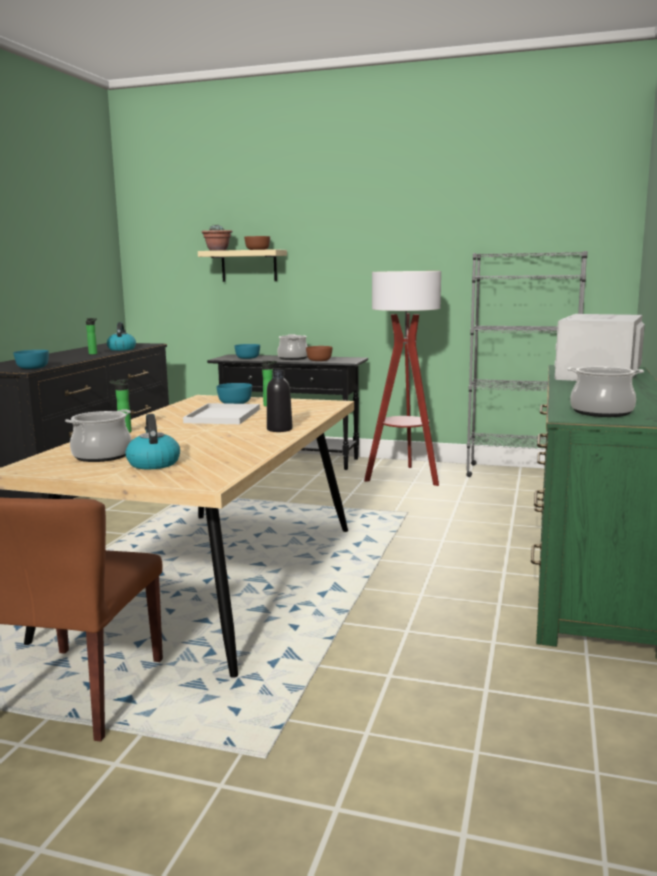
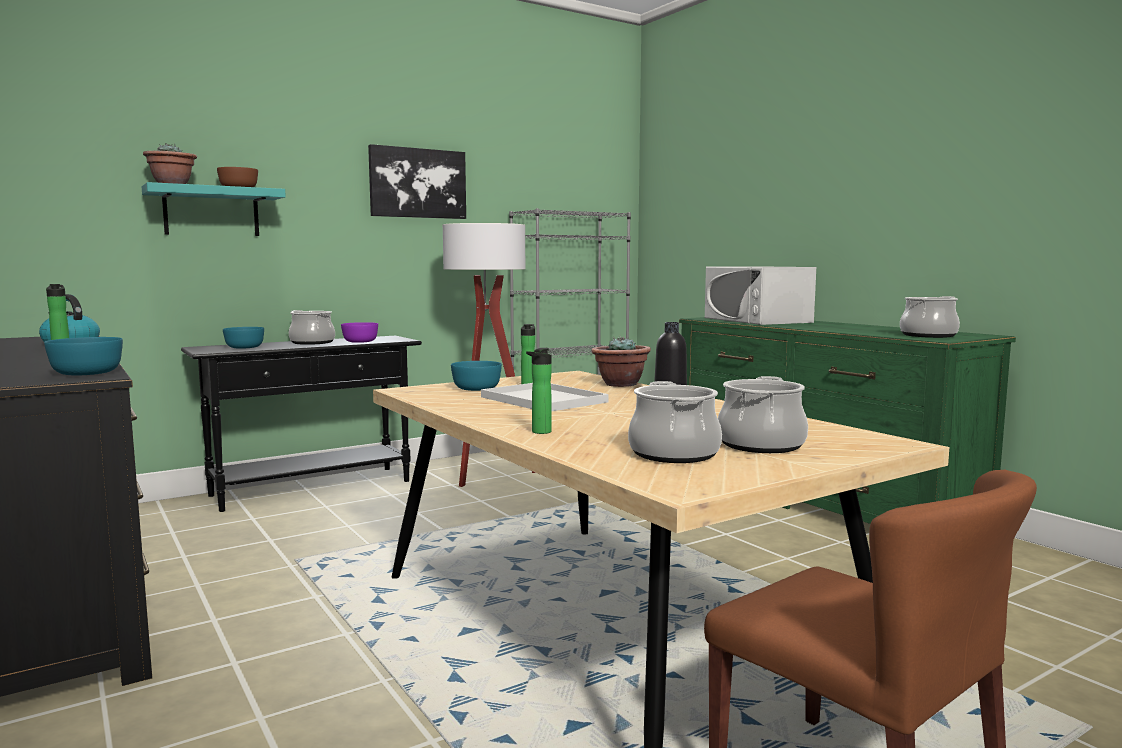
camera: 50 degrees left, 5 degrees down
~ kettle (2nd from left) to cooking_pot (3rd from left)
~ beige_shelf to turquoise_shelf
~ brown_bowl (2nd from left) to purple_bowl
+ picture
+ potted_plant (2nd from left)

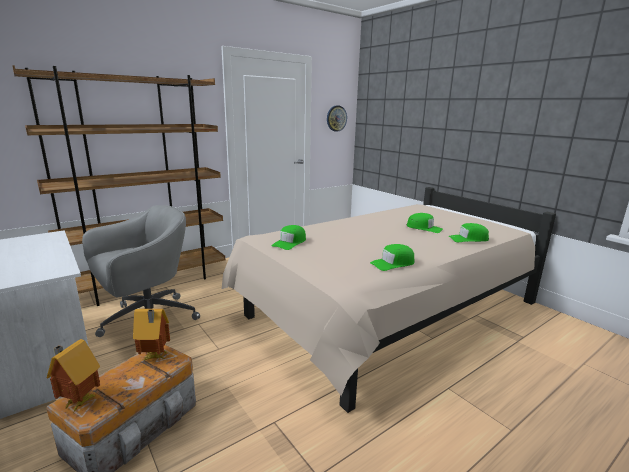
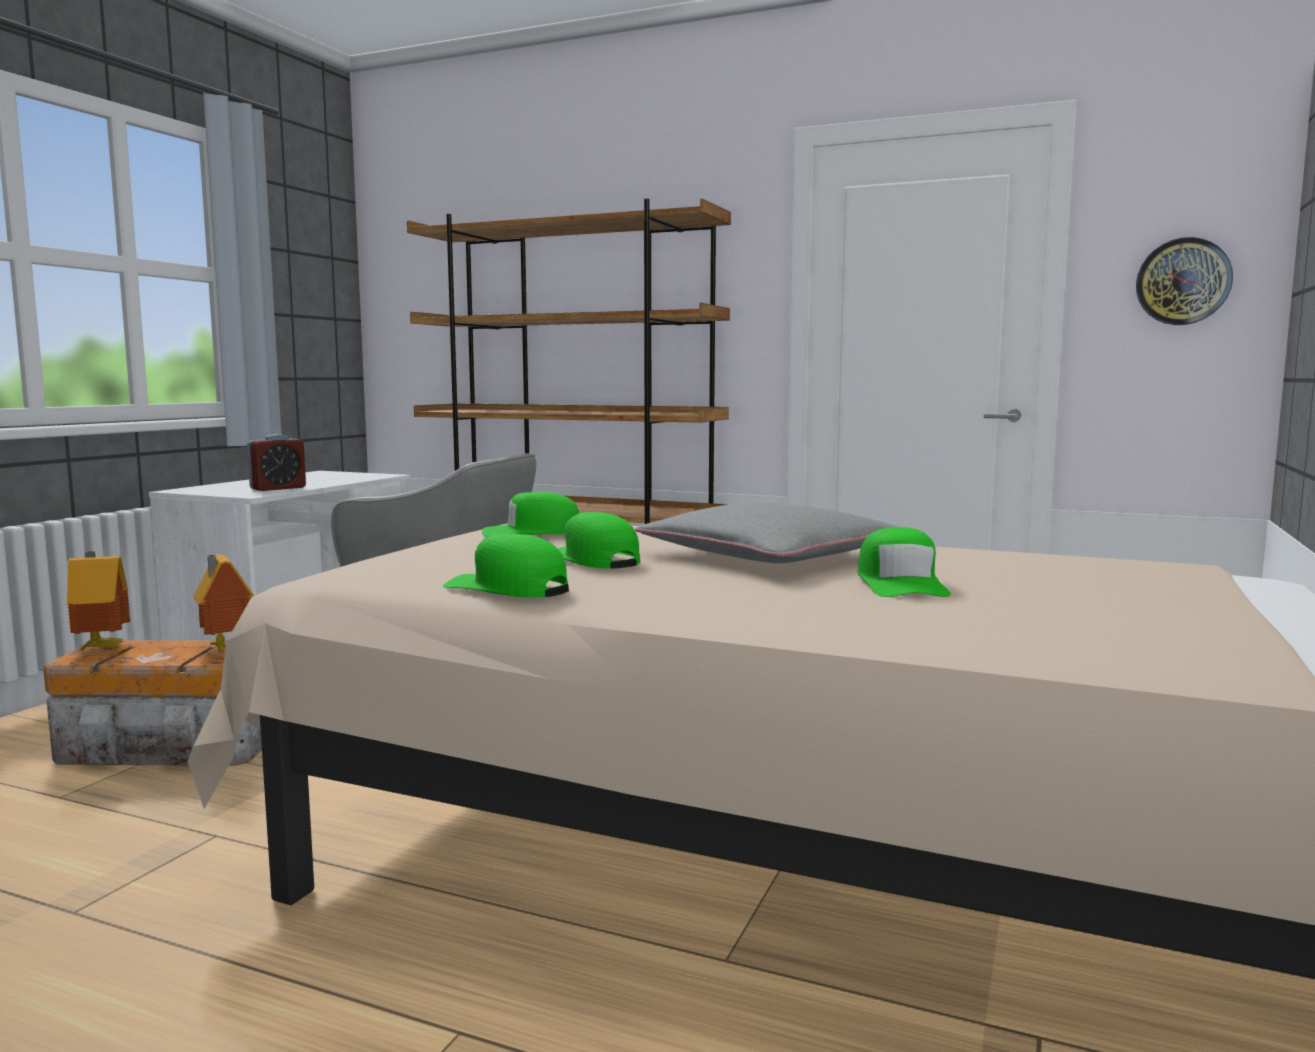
camera: 60 degrees right, 10 degrees down
~ green_cap (4th from left in the first image) to green_cap (3rd from left)
+ alarm_clock
+ grey_pillow

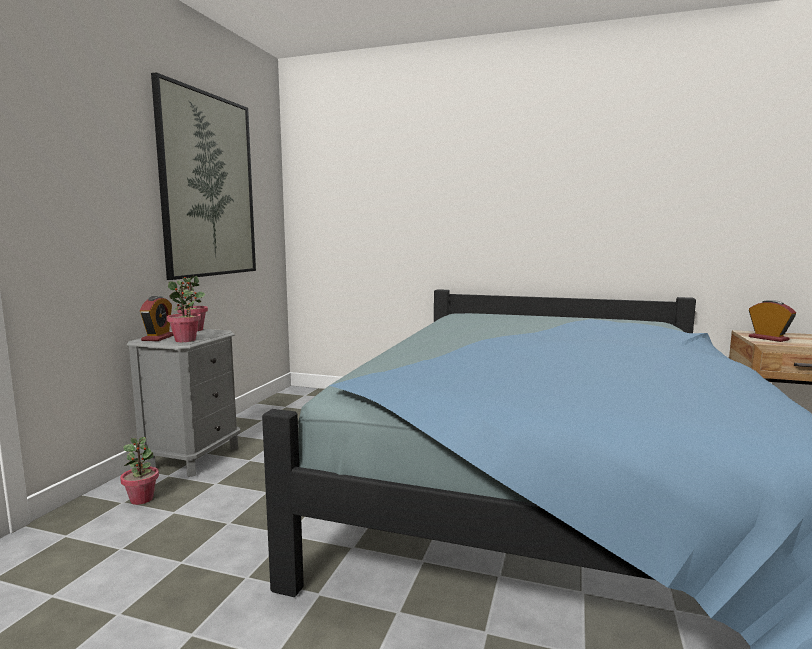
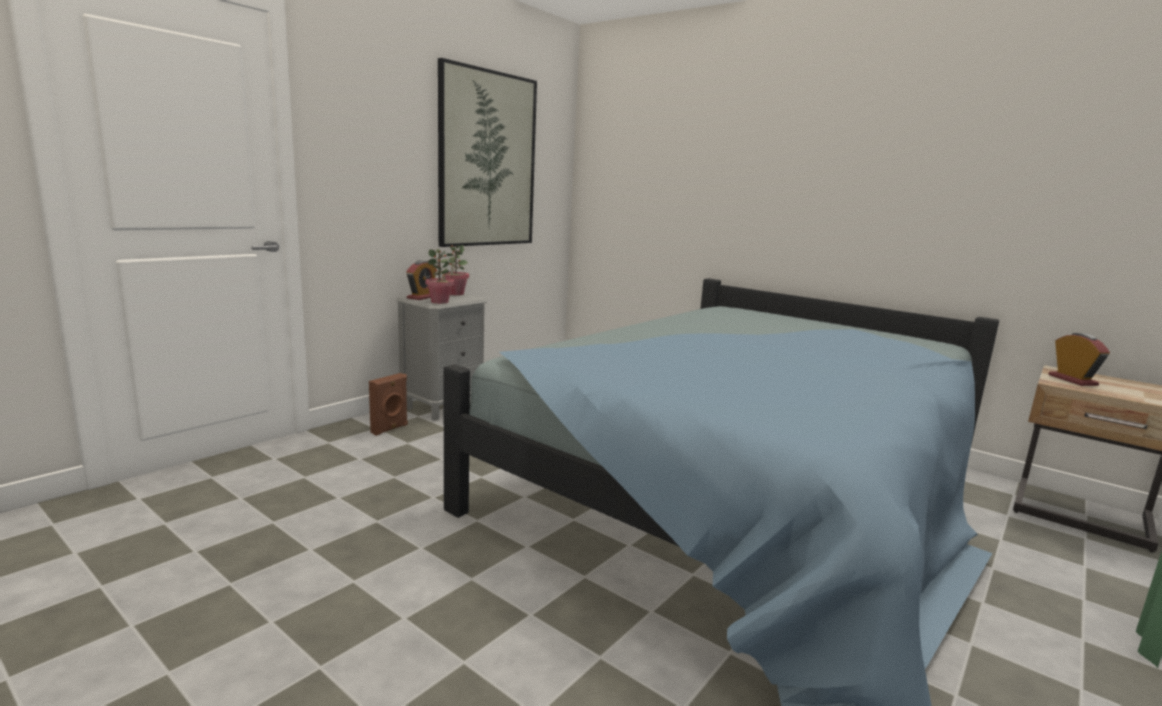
camera: 20 degrees right, 5 degrees up
~ potted_plant (1st from left) to brown_speaker

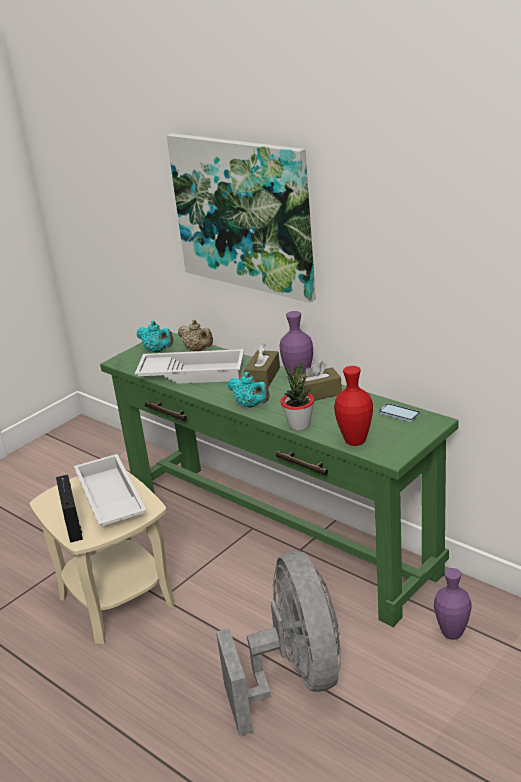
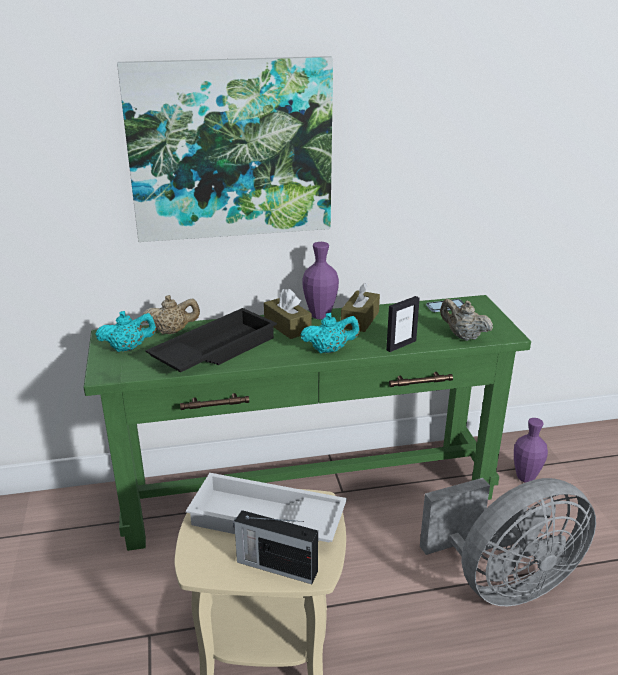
camera: 55 degrees left, 0 degrees up
~ white_tray (2nd from left) to black_tray
~ grey_fan 135 degrees clockwise
~ potted_plant to picture_frame
~ red_vase to beige_teapot (2nd from left)

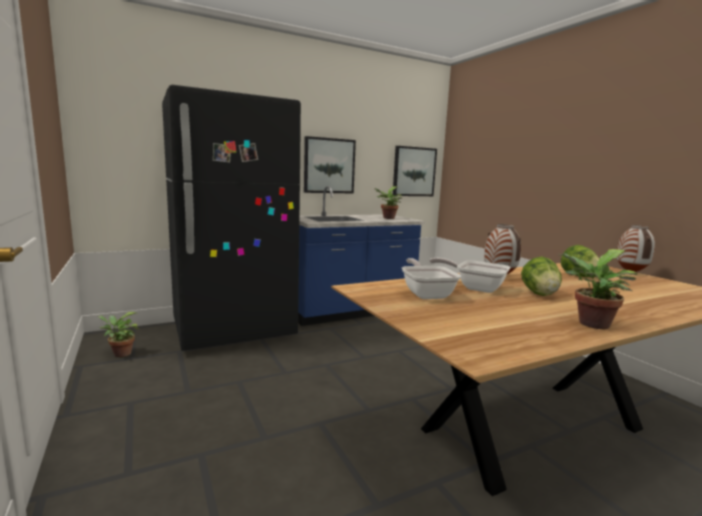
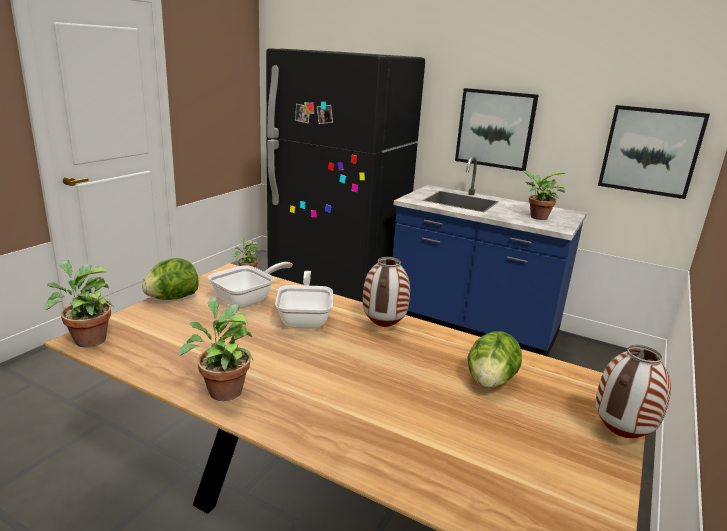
camera: 55 degrees right, 10 degrees up
~ lettuce (1st from left)
+ potted_plant (1st from left)

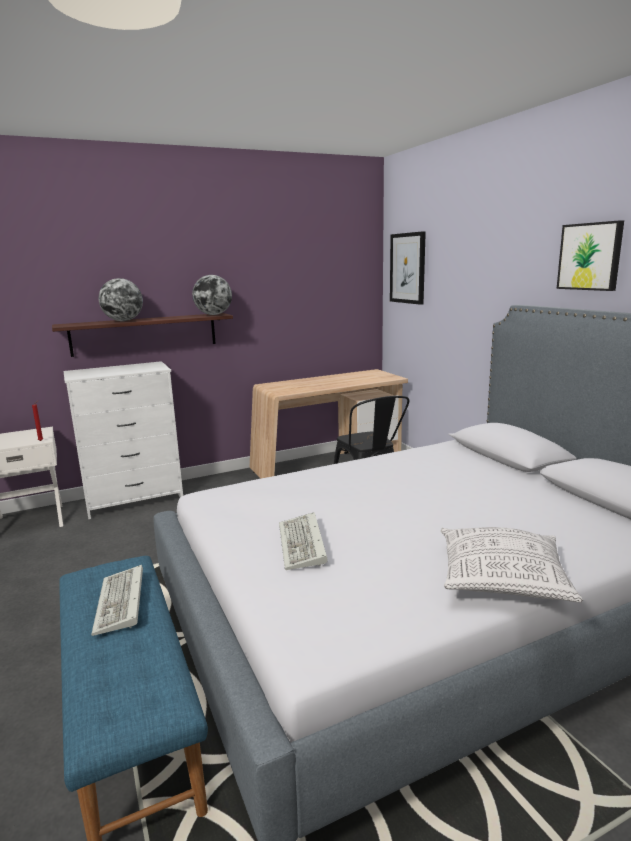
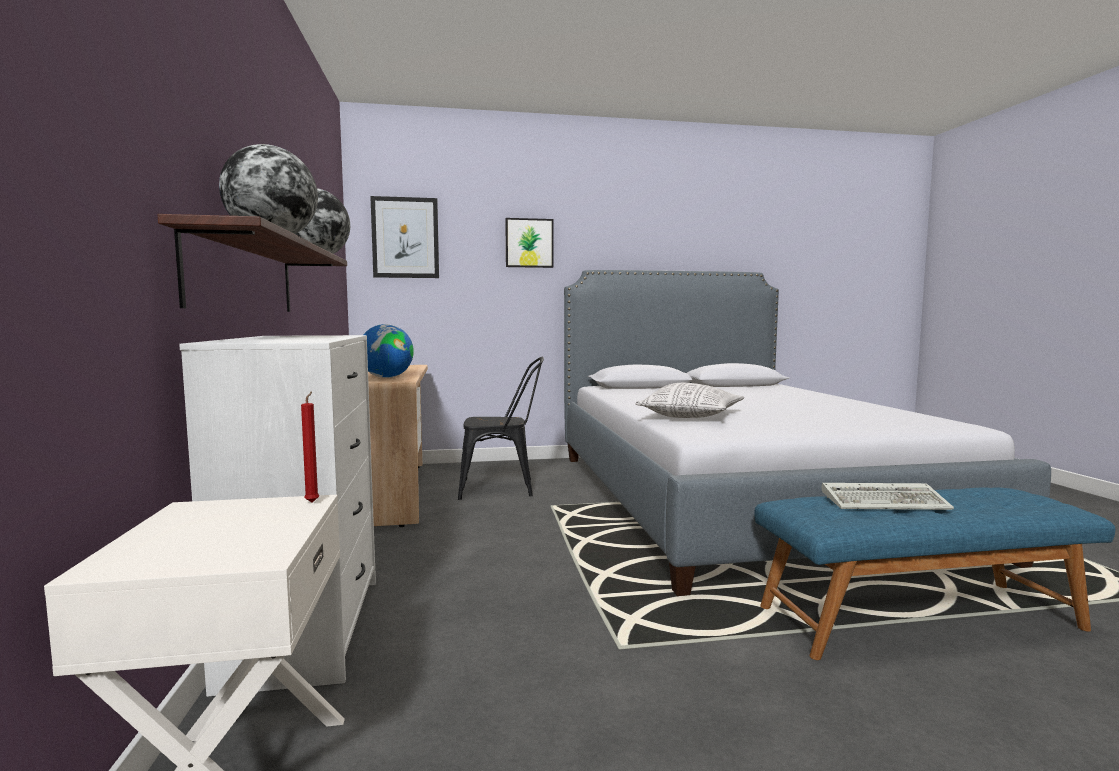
camera: 75 degrees left, 10 degrees down
- keyboard (2nd from left)
~ pillow
~ picture (2nd from left)
+ globe (3rd from left)

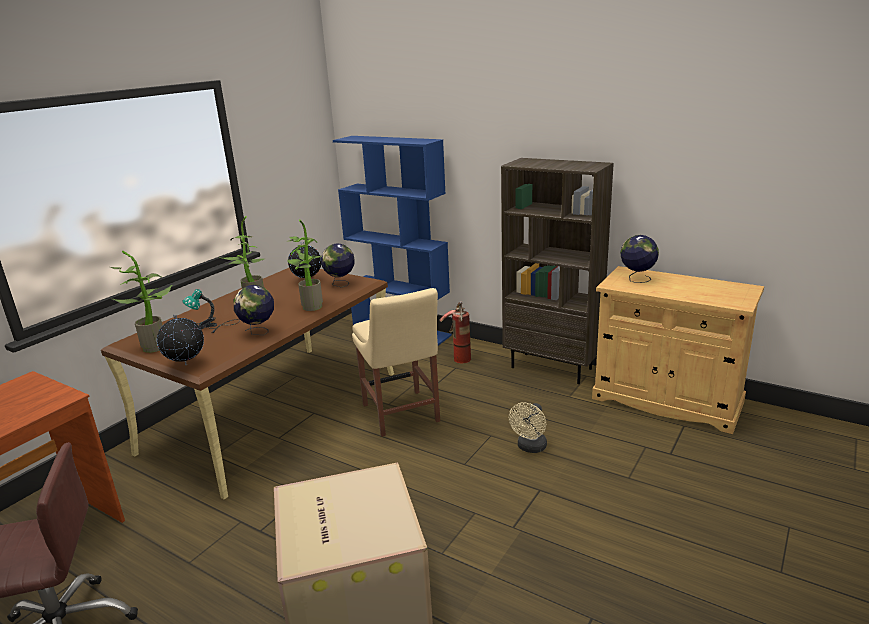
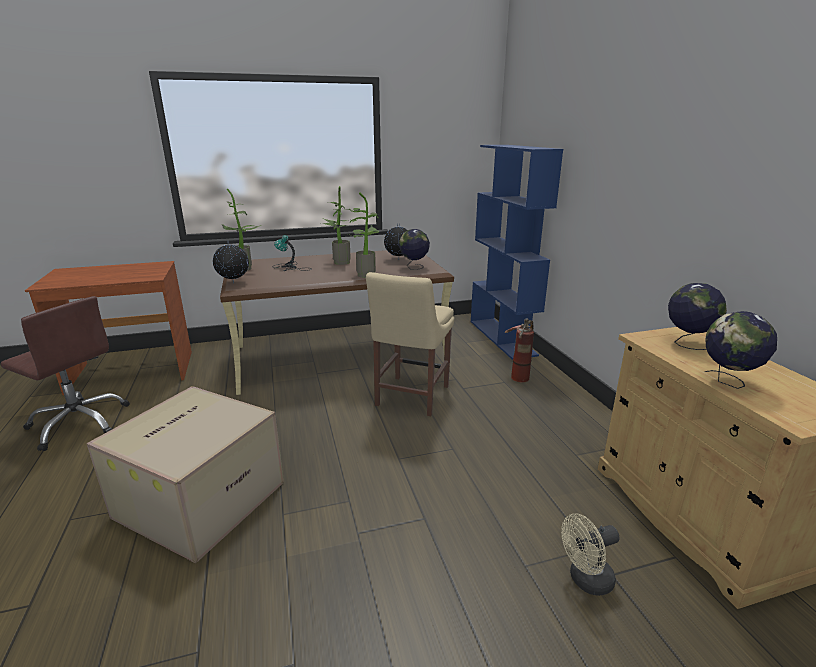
camera: 40 degrees right, 0 degrees up
~ globe (2nd from left in the first image) to globe (5th from left)
- brown_bookcase
~ beige_fan

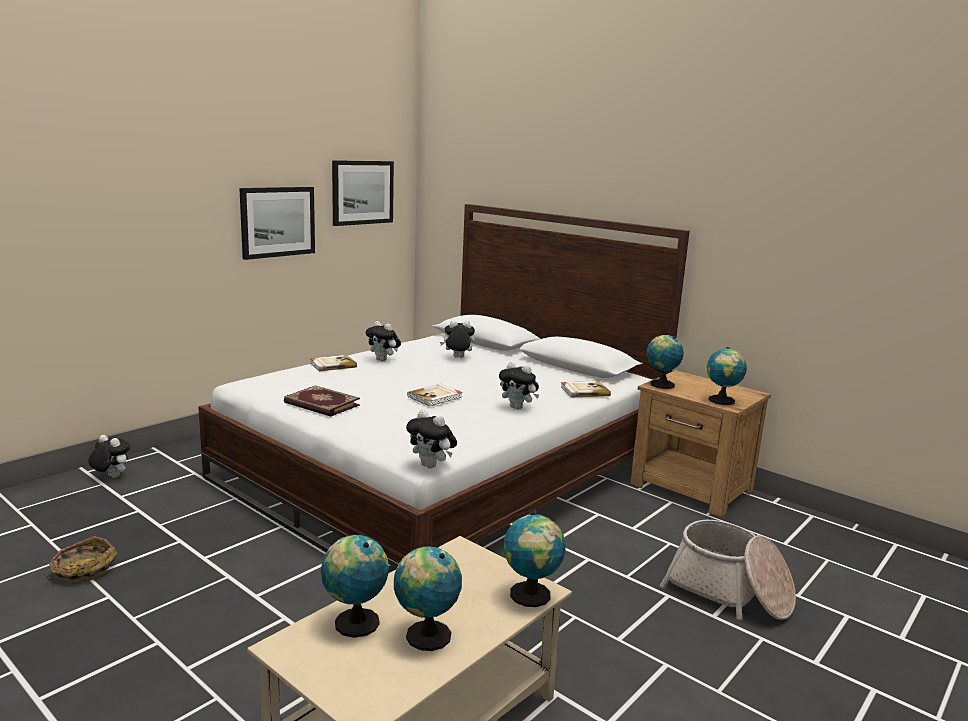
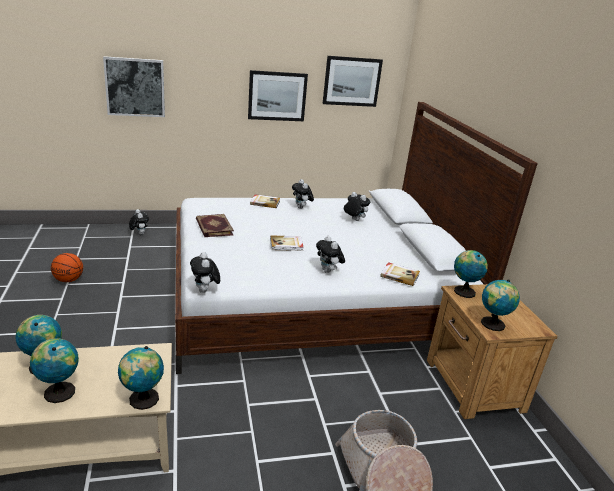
camera: 35 degrees right, 10 degrees up
~ basket (1st from left) to basketball
+ picture (1st from left)

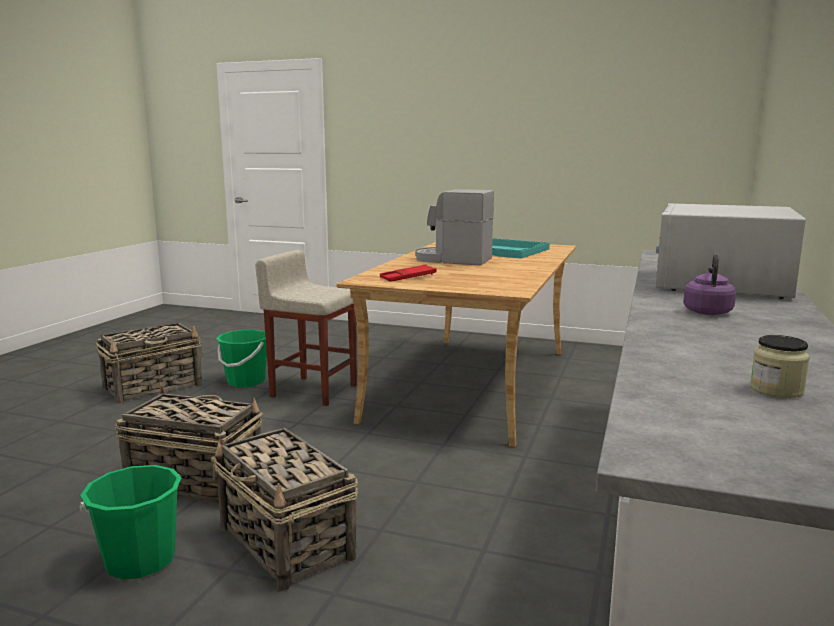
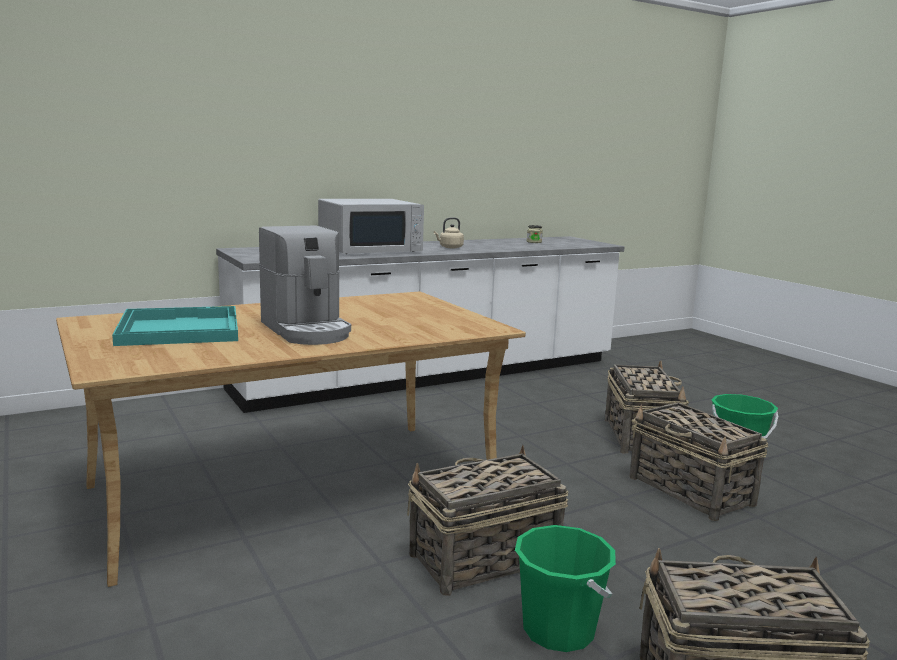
camera: 140 degrees left, 0 degrees up
~ beige_stool to basket (1st from left)
- red_tray
~ purple_kettle to beige_kettle

